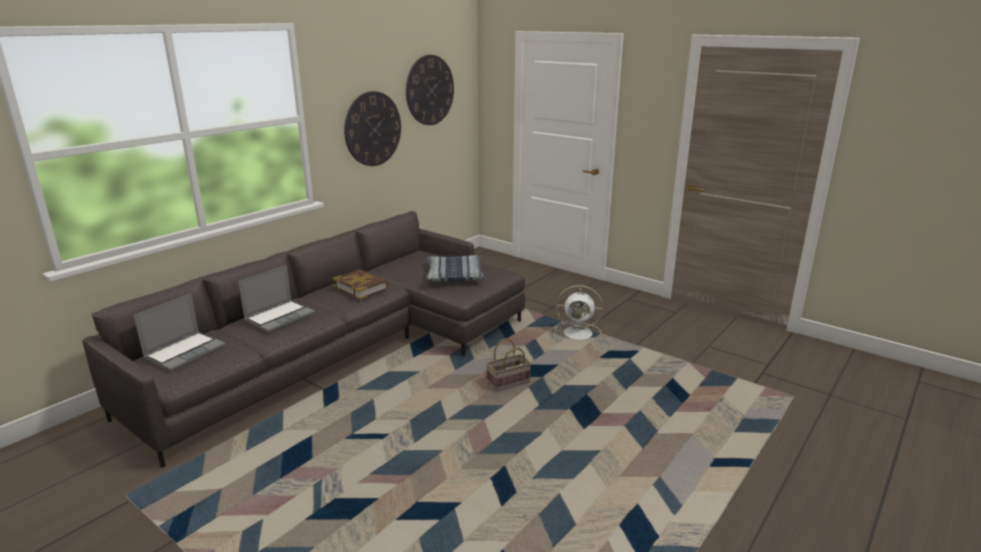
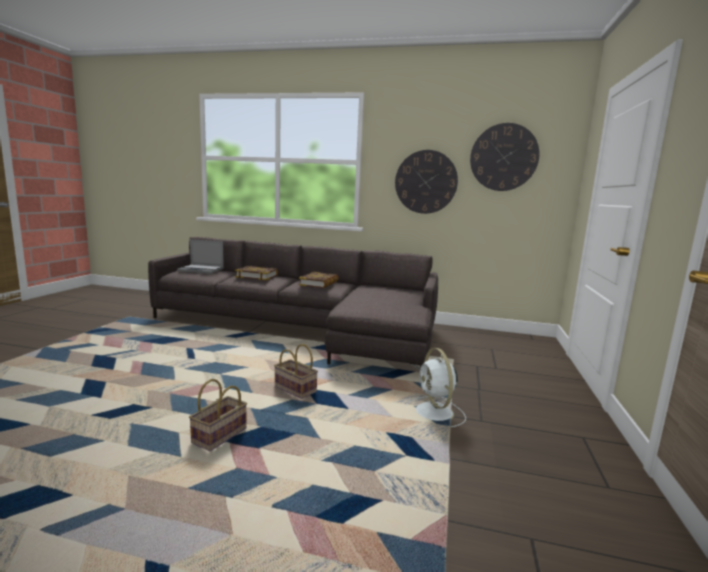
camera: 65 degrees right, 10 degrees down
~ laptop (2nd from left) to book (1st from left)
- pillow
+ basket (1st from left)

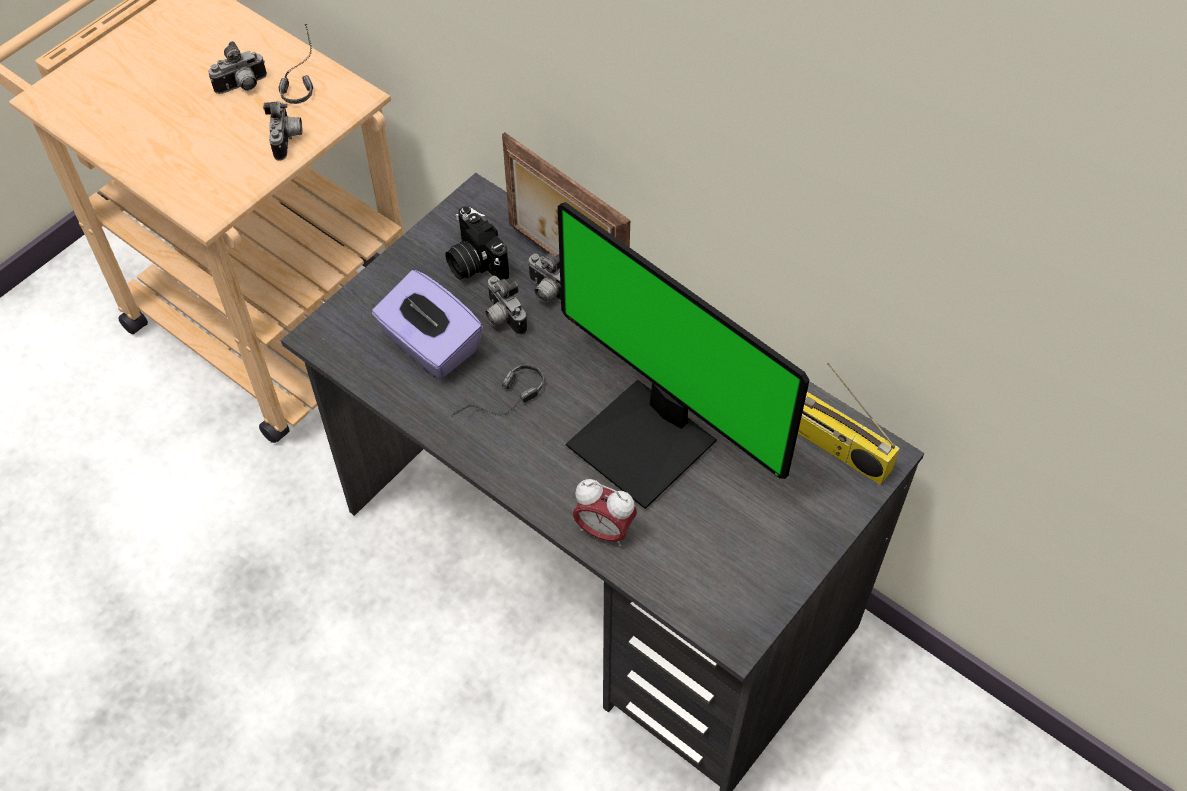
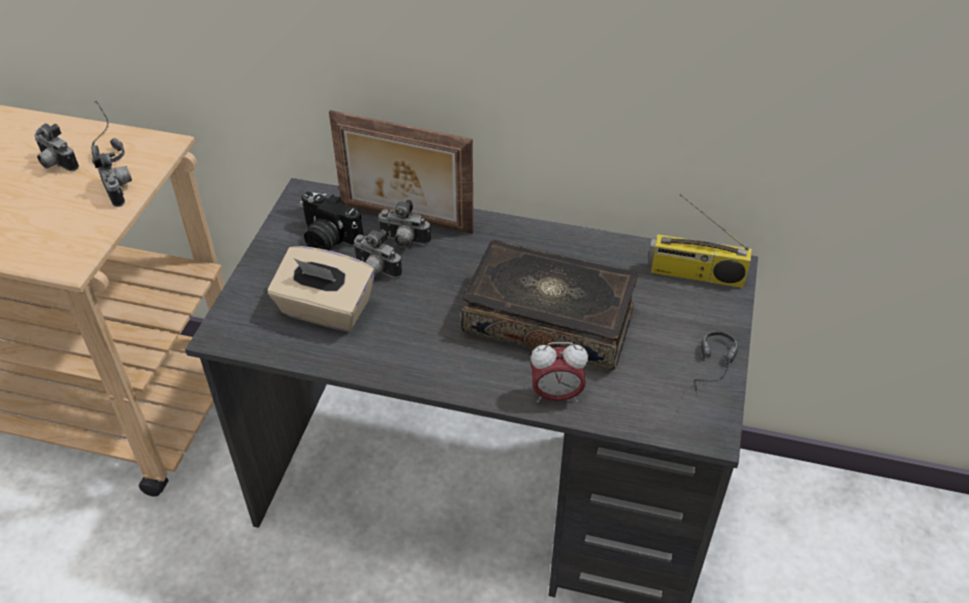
camera: 25 degrees left, 10 degrees down
~ photo_camera (1st from left) 90 degrees clockwise
~ purple_tissue_box to beige_tissue_box
~ headphones (2nd from left)
~ monitor to book

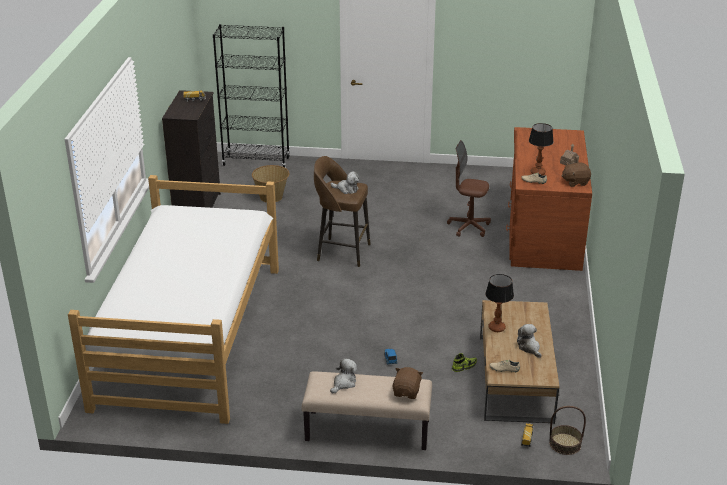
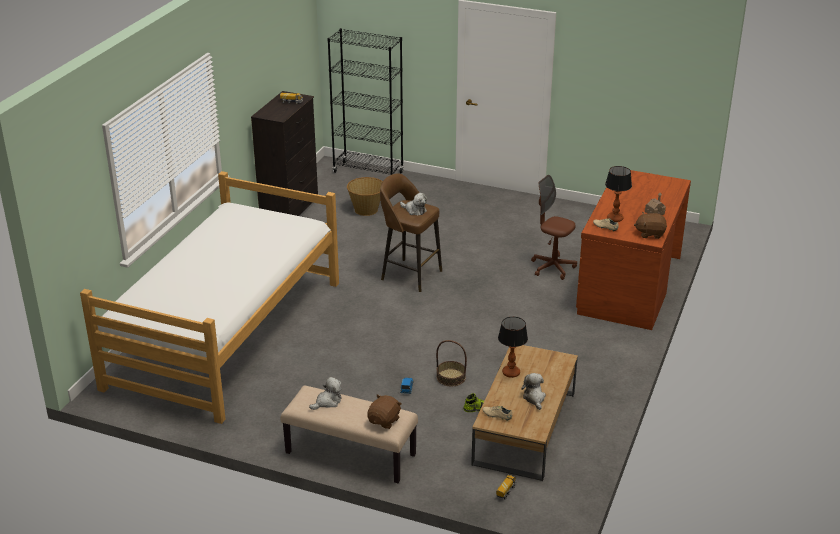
camera: 15 degrees right, 0 degrees up
~ basket (2nd from left)

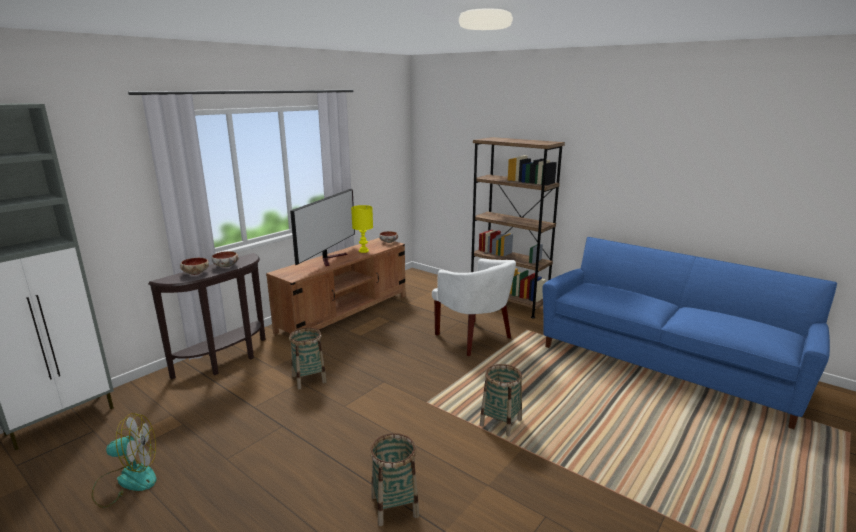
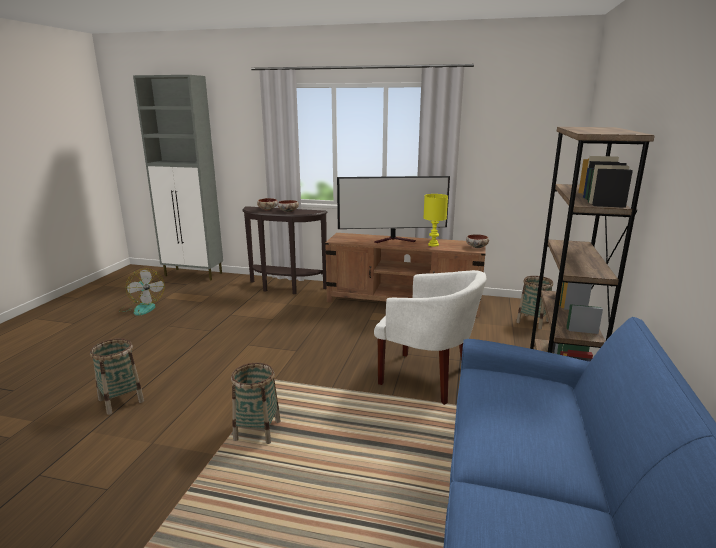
camera: 65 degrees right, 0 degrees up
~ basket (1st from left in the first image) to basket (3rd from left)
~ white_armchair 90 degrees counterclockwise

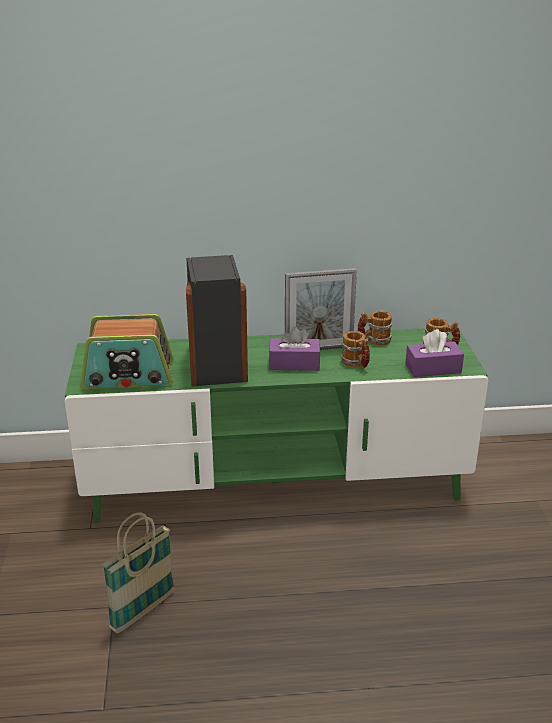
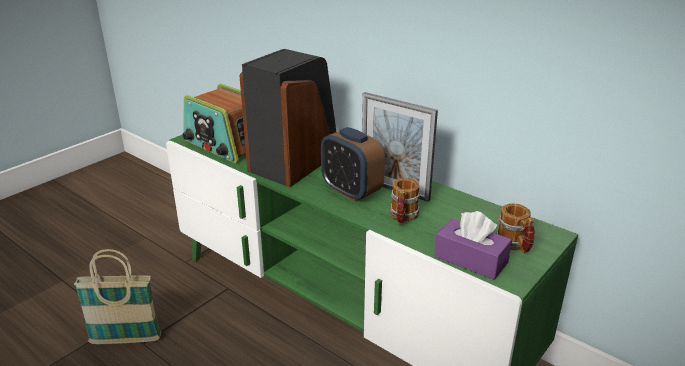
camera: 45 degrees right, 0 degrees up
~ purple_tissue_box (1st from left) to alarm_clock
- mug (2nd from left)

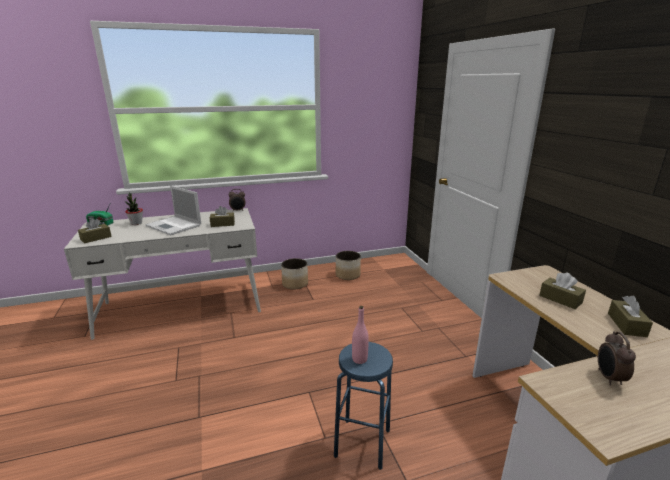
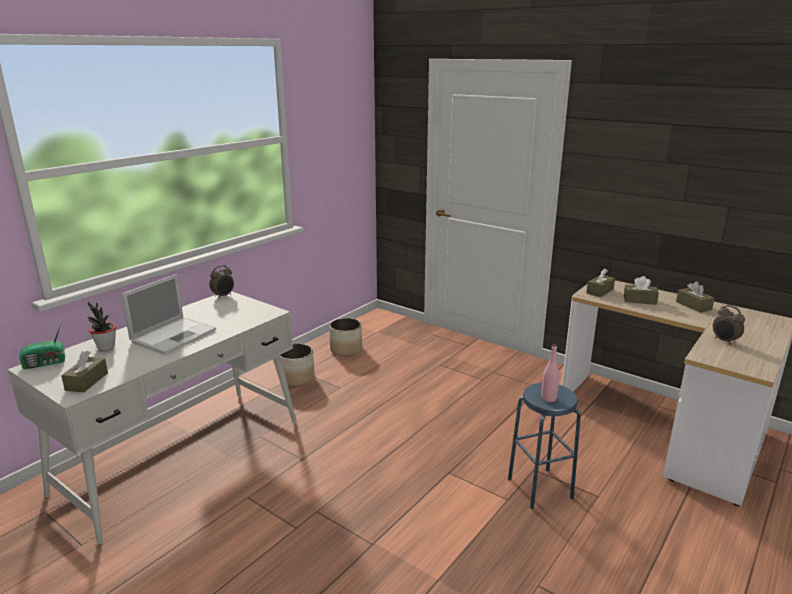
camera: 35 degrees left, 0 degrees up
~ laptop 60 degrees counterclockwise
~ brown_tissue_box (2nd from left)

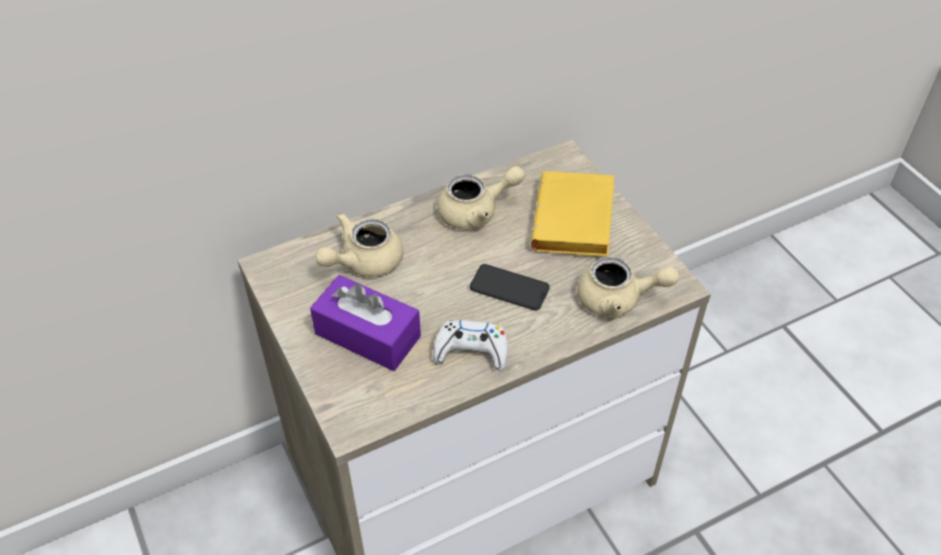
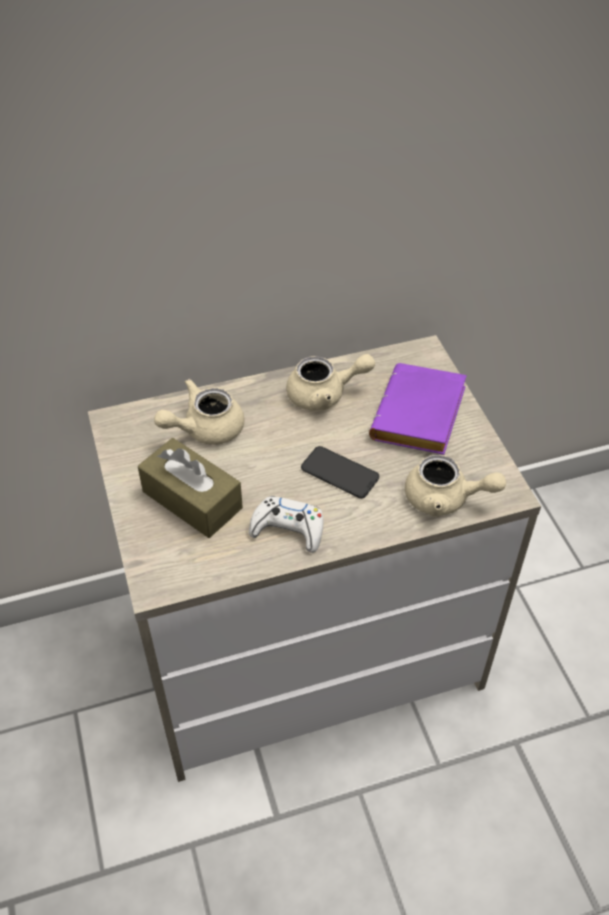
camera: 10 degrees right, 0 degrees up
~ purple_tissue_box to brown_tissue_box
~ yellow_book to purple_book

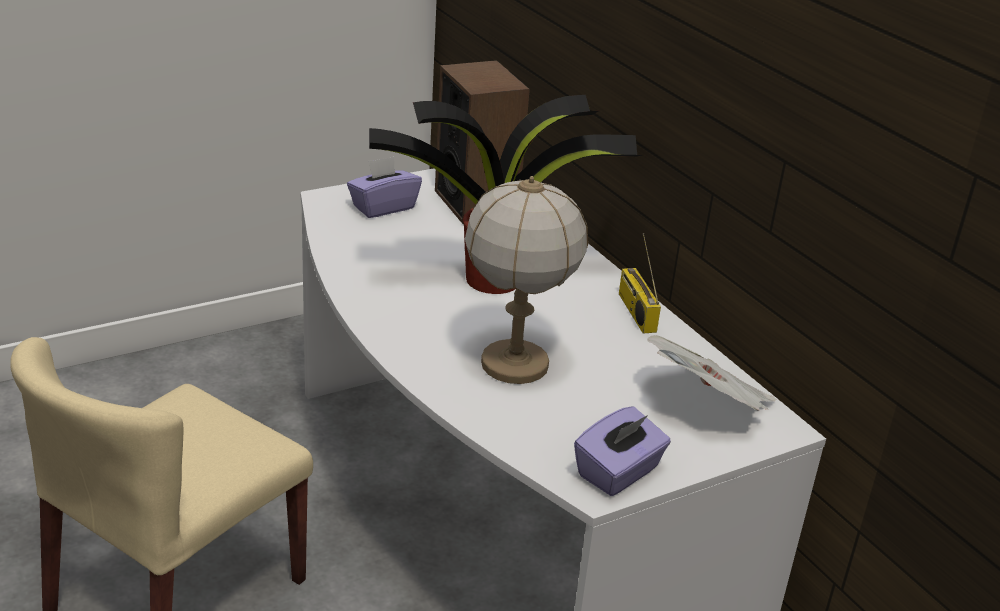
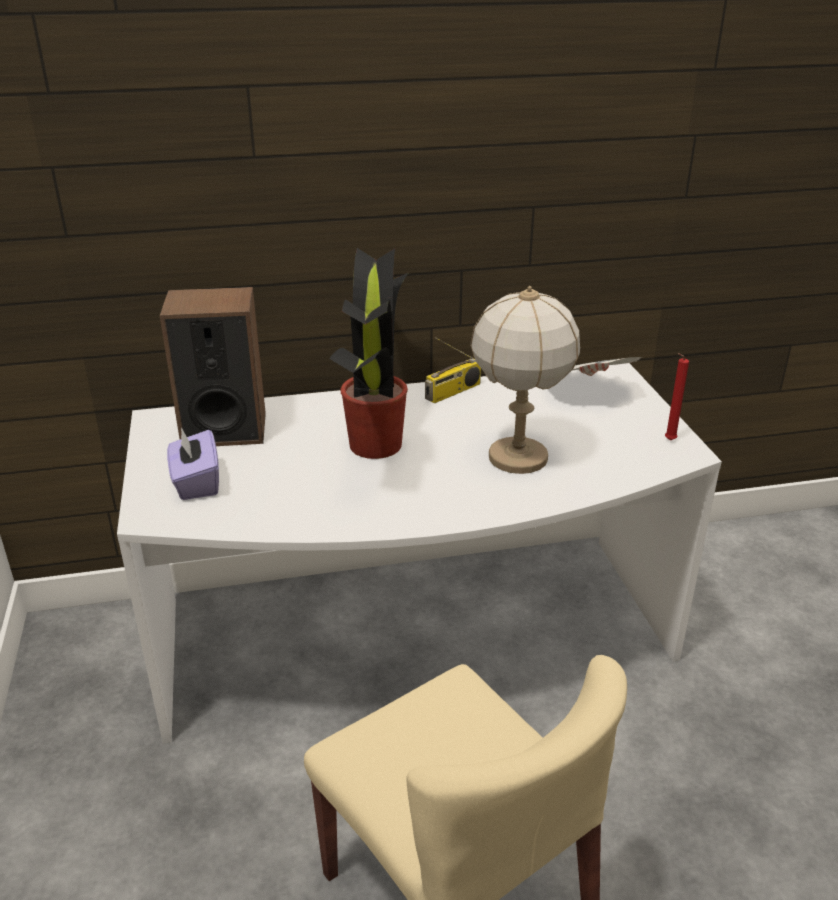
camera: 70 degrees left, 0 degrees up
~ purple_tissue_box (2nd from left) to red_candle
~ radio 45 degrees counterclockwise

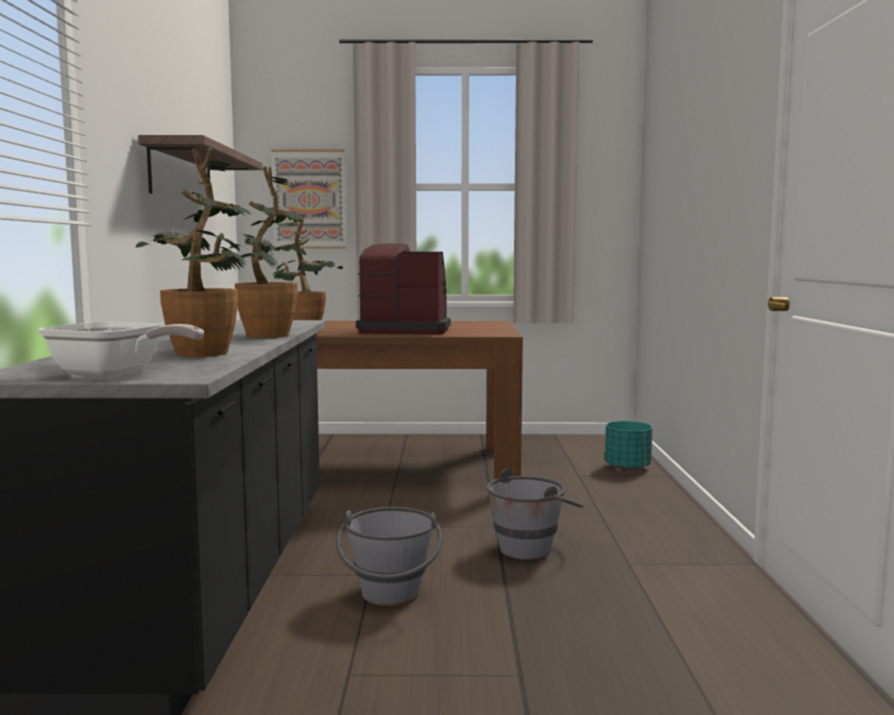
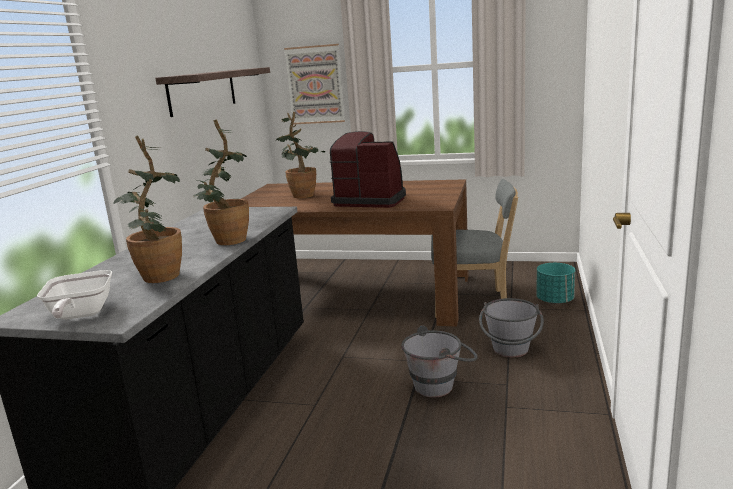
camera: 15 degrees right, 10 degrees up
~ frying_pan 45 degrees clockwise
~ grey_bucket (1st from left in the first image) to grey_bucket (2nd from left)
+ grey_chair

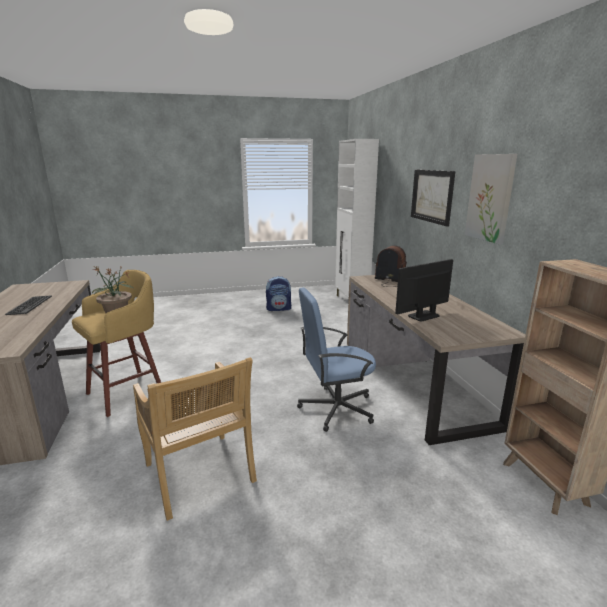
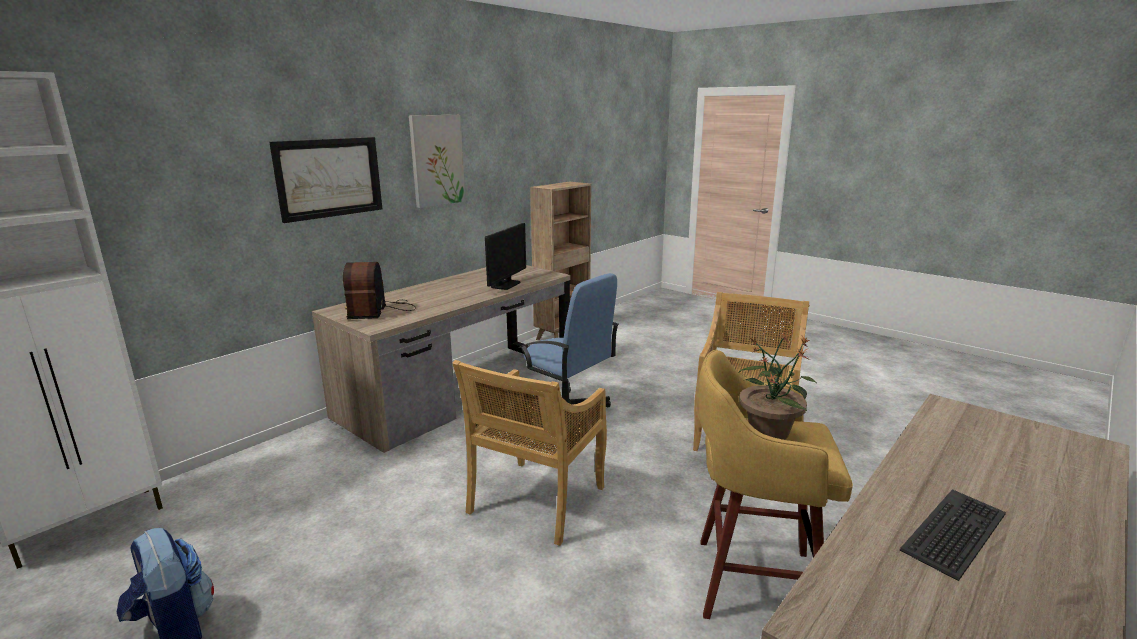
camera: 125 degrees left, 0 degrees up
~ monitor 90 degrees counterclockwise
+ beige_chair (1st from left)

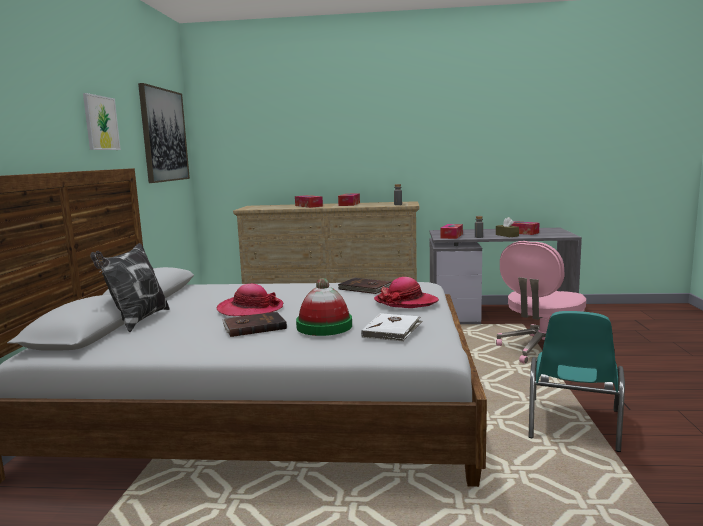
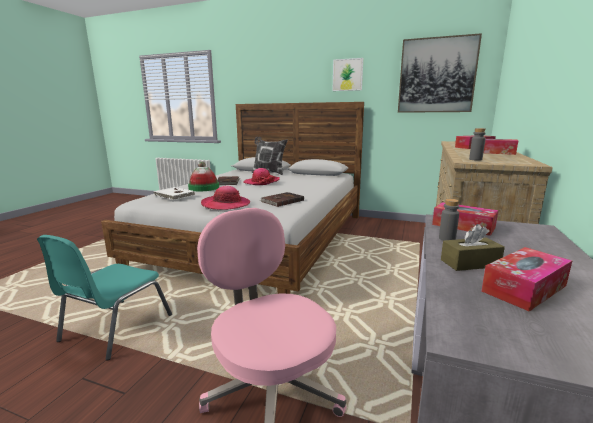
camera: 105 degrees right, 5 degrees up
~ turquoise_chair 105 degrees counterclockwise

